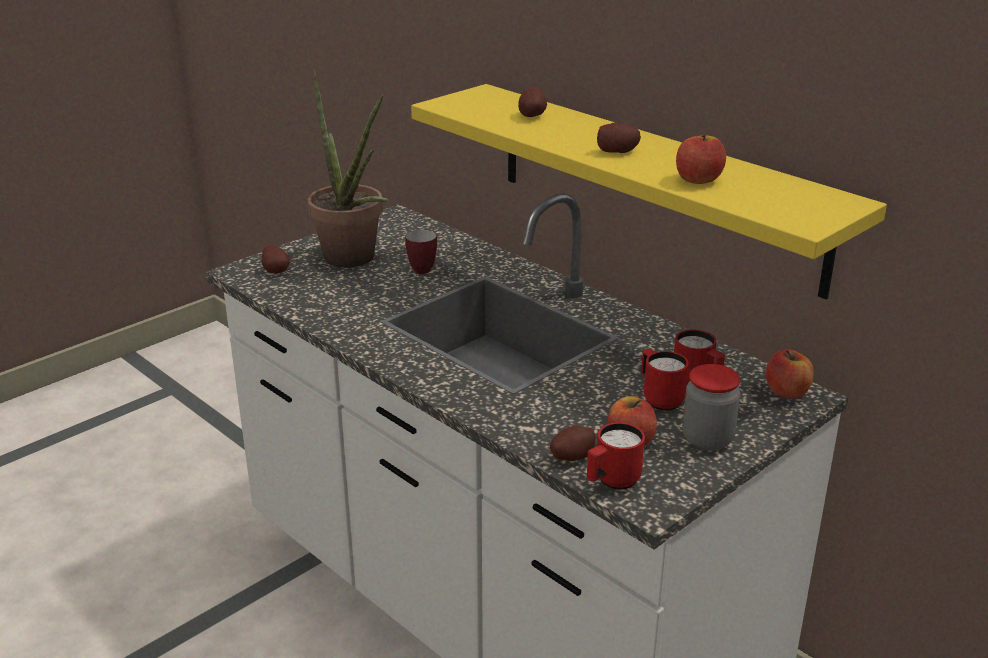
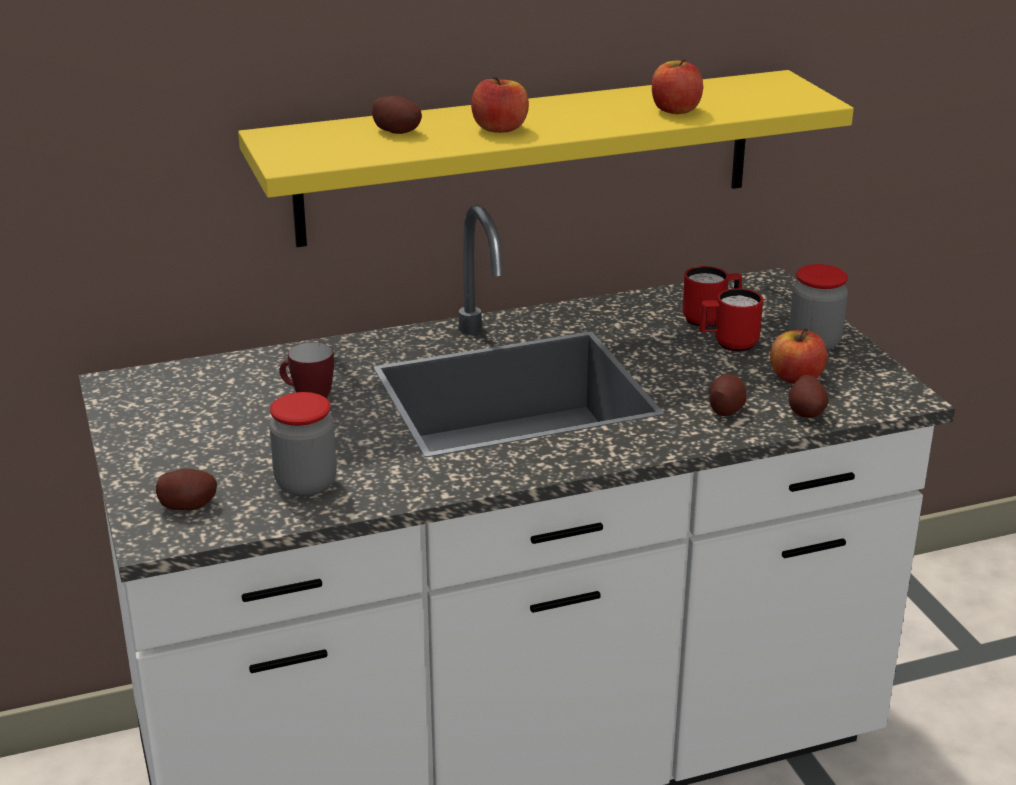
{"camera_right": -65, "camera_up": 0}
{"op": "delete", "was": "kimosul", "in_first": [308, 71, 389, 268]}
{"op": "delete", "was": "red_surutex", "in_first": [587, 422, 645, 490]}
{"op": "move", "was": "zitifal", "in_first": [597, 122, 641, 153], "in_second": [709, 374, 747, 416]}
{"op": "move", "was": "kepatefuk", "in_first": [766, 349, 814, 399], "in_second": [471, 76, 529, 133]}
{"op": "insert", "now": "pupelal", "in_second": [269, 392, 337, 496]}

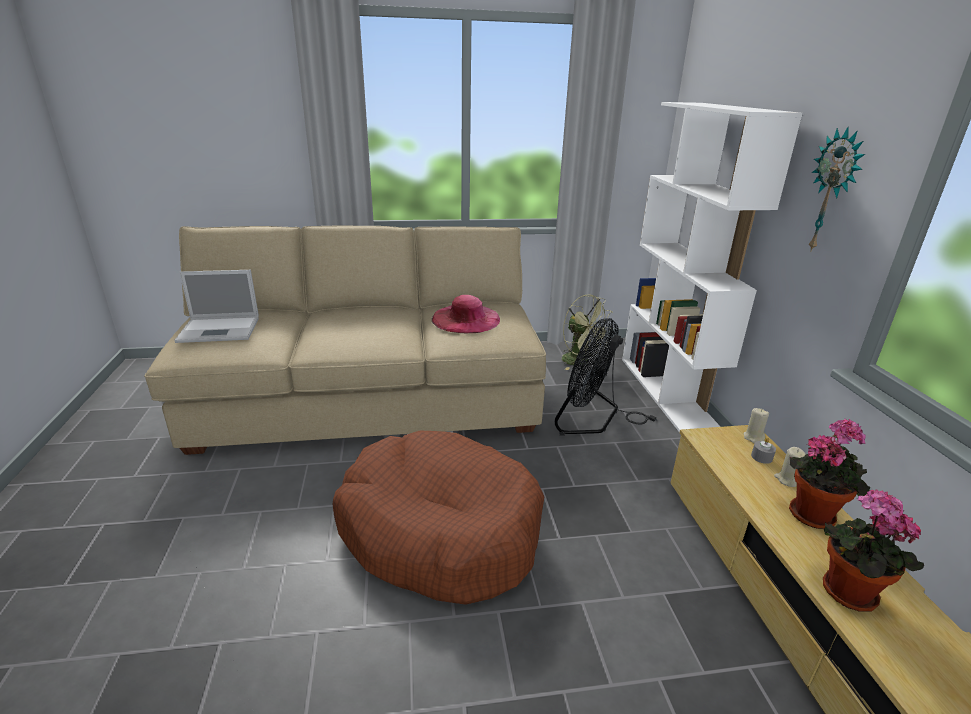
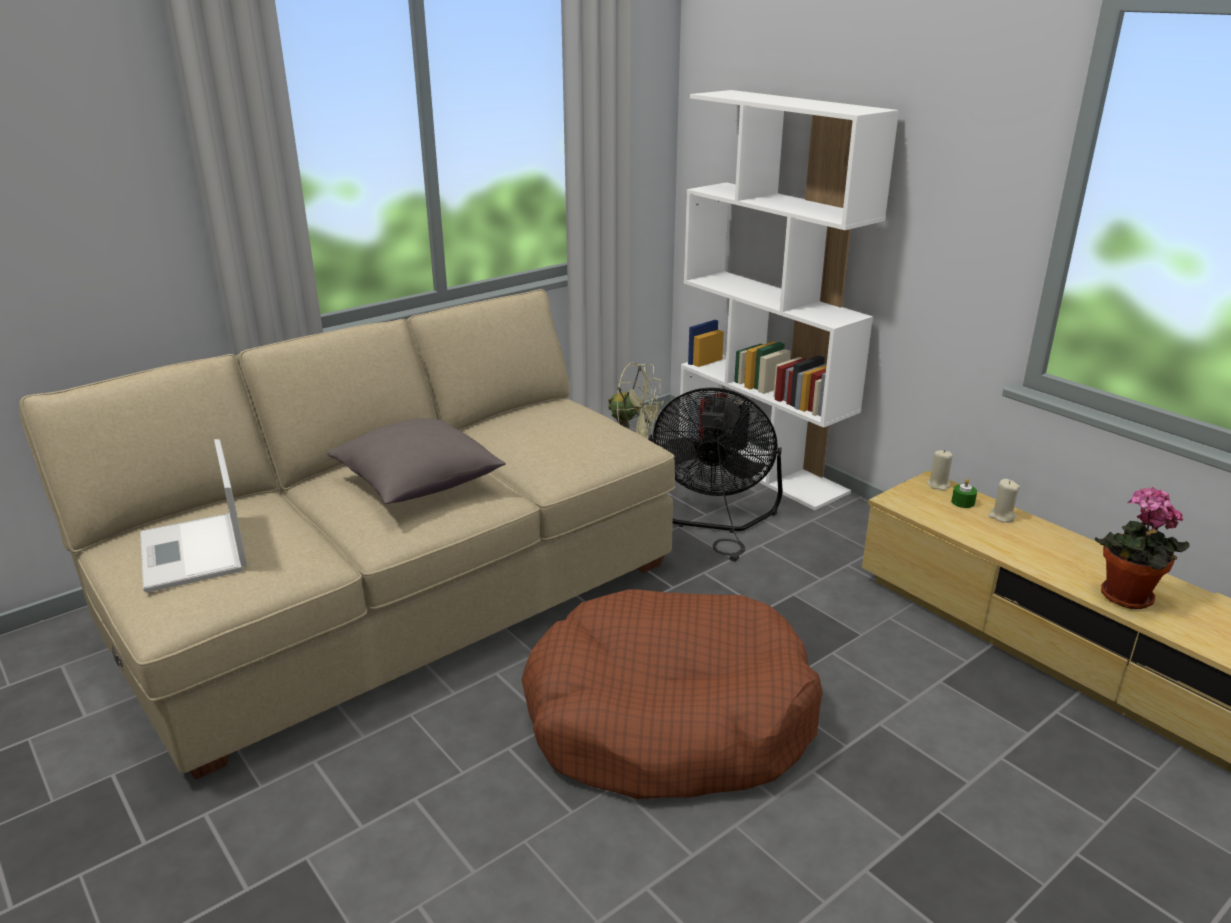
{"camera_right": -30, "camera_up": 0}
{"op": "rotate", "was": "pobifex", "in_first": [174, 270, 259, 343], "in_second": [140, 439, 247, 593], "clockwise": 105}
{"op": "delete", "was": "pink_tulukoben", "in_first": [432, 295, 500, 333]}
{"op": "rotate", "was": "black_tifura", "in_first": [555, 318, 658, 436], "in_second": [648, 388, 783, 562], "clockwise": 105}
{"op": "recolor", "was": "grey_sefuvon", "now": "green_sefuvon", "in_first": [751, 438, 776, 464], "in_second": [951, 479, 977, 508]}
{"op": "delete", "was": "kimosul", "in_first": [789, 419, 870, 529]}
{"op": "delete", "was": "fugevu", "in_first": [809, 126, 865, 252]}
{"op": "insert", "now": "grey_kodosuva", "in_second": [327, 418, 506, 504]}

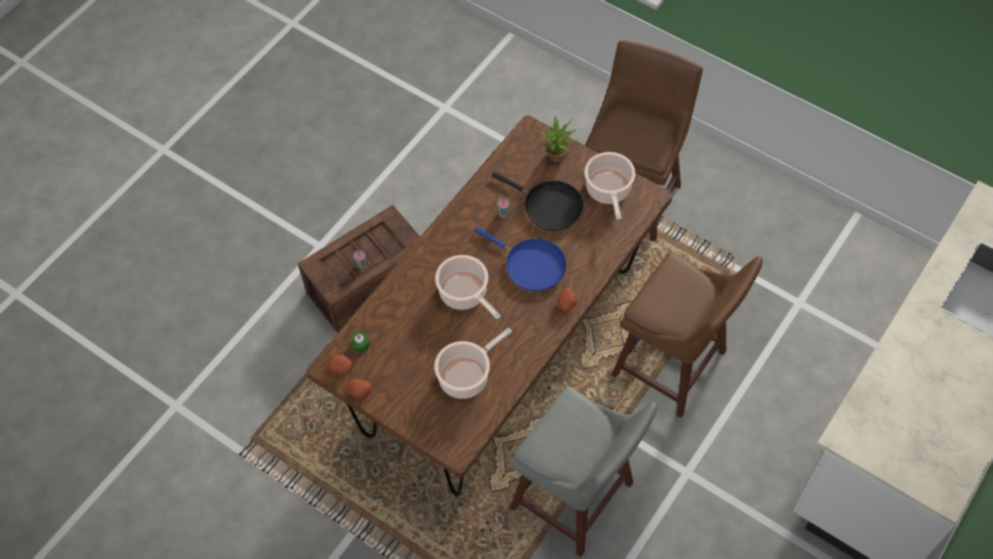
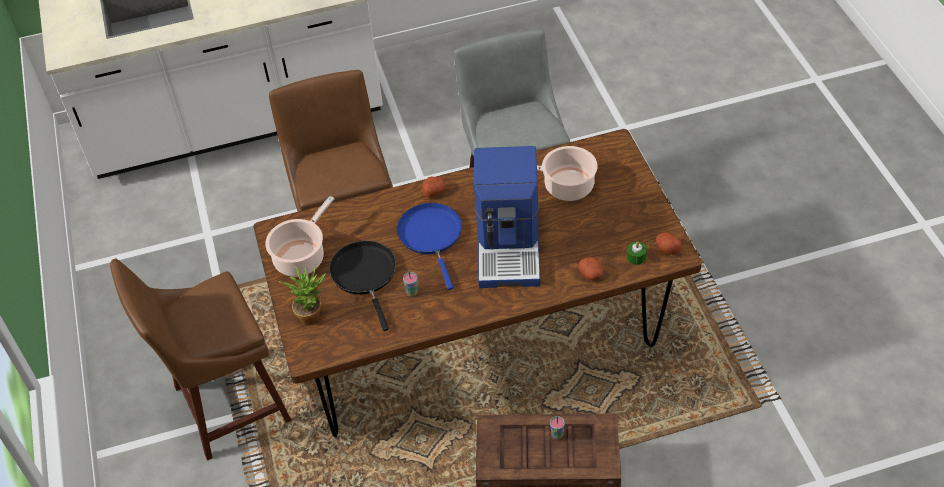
{"camera_right": -140, "camera_up": -10}
{"op": "move", "was": "zitifal", "in_first": [346, 379, 372, 399], "in_second": [578, 257, 603, 281]}
{"op": "replace", "was": "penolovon", "now": "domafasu", "in_first": [435, 255, 501, 320], "in_second": [474, 146, 540, 288]}

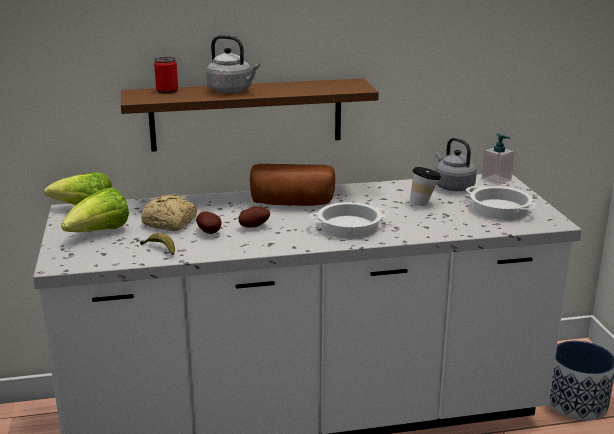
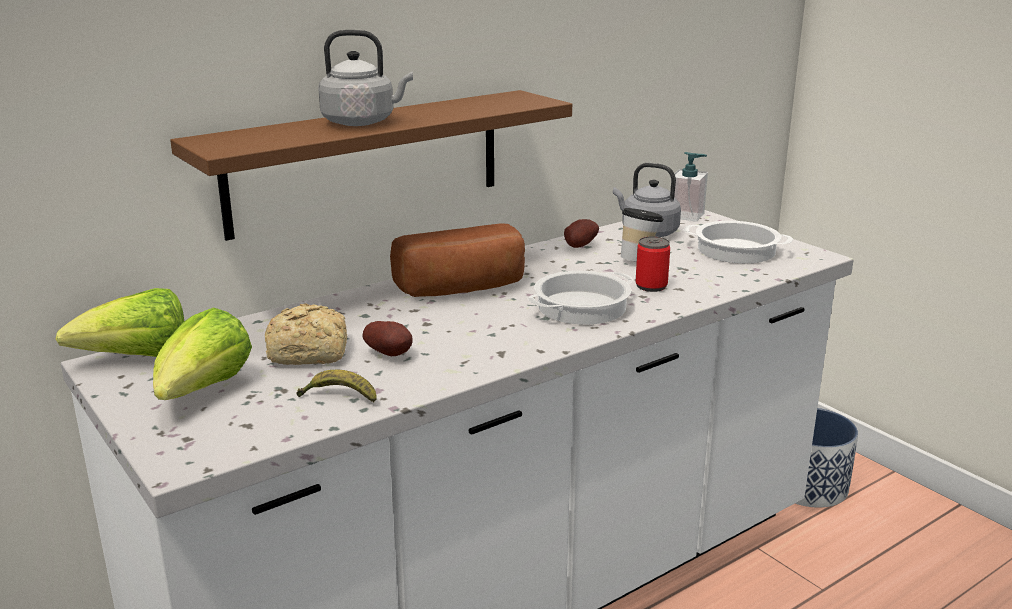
{"camera_right": -25, "camera_up": 0}
{"op": "move", "was": "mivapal", "in_first": [154, 57, 178, 94], "in_second": [636, 236, 670, 292]}
{"op": "move", "was": "zitifal", "in_first": [239, 206, 270, 228], "in_second": [564, 219, 599, 248]}

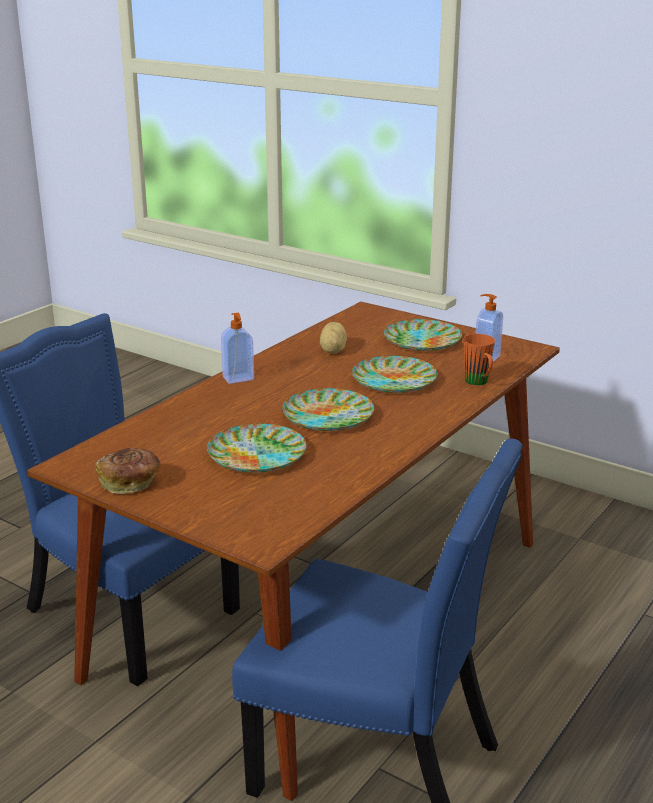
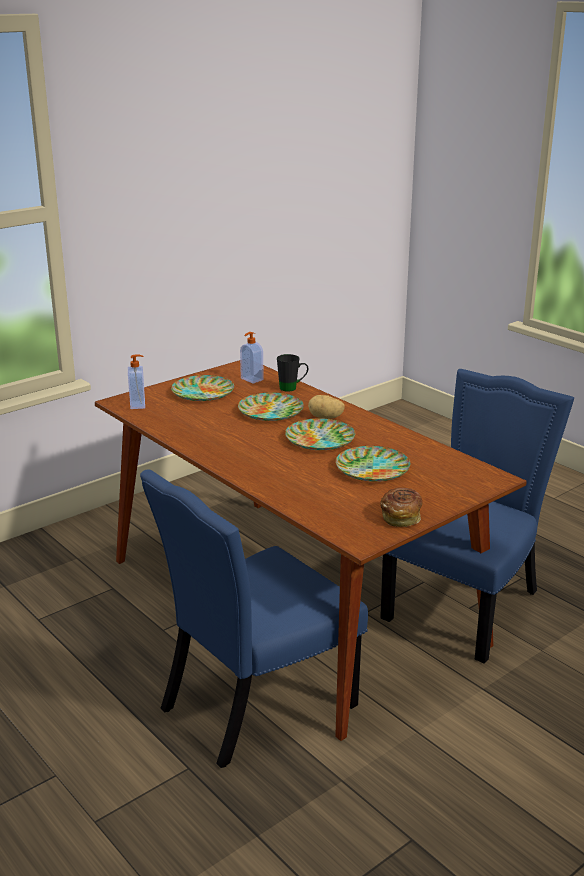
{"camera_right": -75, "camera_up": 0}
{"op": "move", "was": "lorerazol", "in_first": [221, 313, 254, 384], "in_second": [128, 354, 145, 409]}
{"op": "move", "was": "zitifal", "in_first": [320, 322, 347, 353], "in_second": [308, 395, 345, 419]}
{"op": "recolor", "was": "orange_surutex", "now": "black_surutex", "in_first": [464, 334, 495, 385], "in_second": [277, 354, 308, 392]}

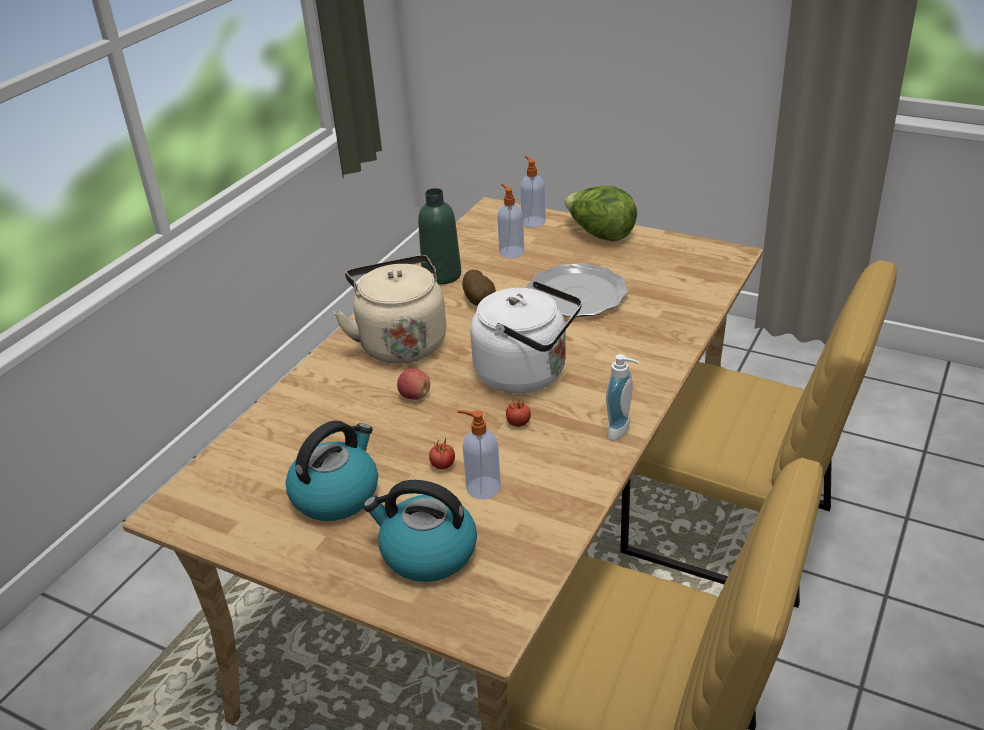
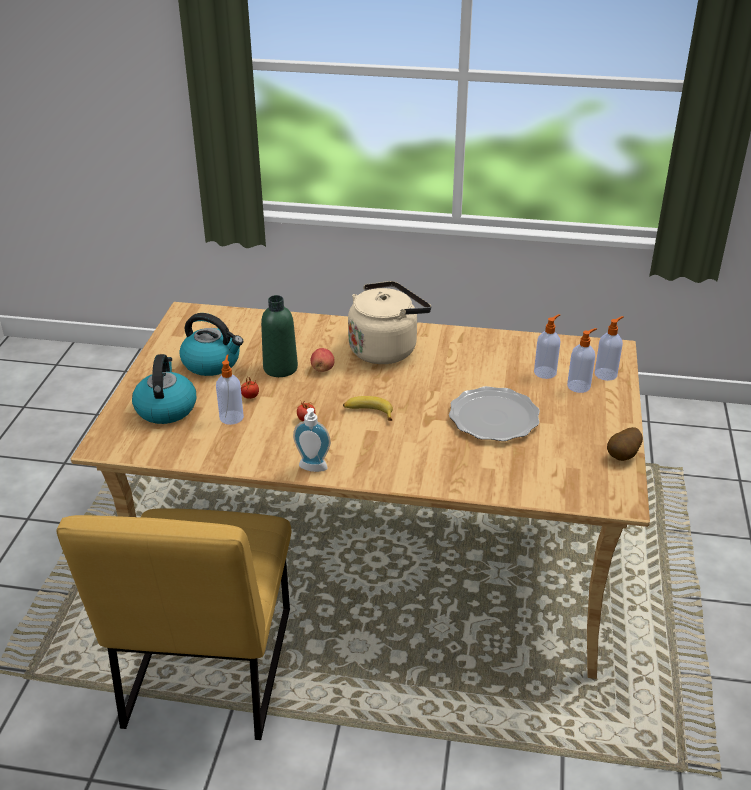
{"camera_right": 70, "camera_up": 0}
{"op": "move", "was": "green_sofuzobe", "in_first": [418, 188, 461, 285], "in_second": [261, 295, 298, 377]}
{"op": "move", "was": "zitifal", "in_first": [462, 270, 496, 306], "in_second": [607, 427, 643, 461]}
{"op": "replace", "was": "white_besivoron", "now": "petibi", "in_first": [470, 281, 582, 393], "in_second": [343, 396, 393, 421]}
{"op": "delete", "was": "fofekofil", "in_first": [565, 186, 637, 242]}
{"op": "delete", "was": "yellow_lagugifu", "in_first": [621, 260, 897, 608]}
{"op": "insert", "now": "lorerazol", "in_second": [567, 328, 597, 393]}

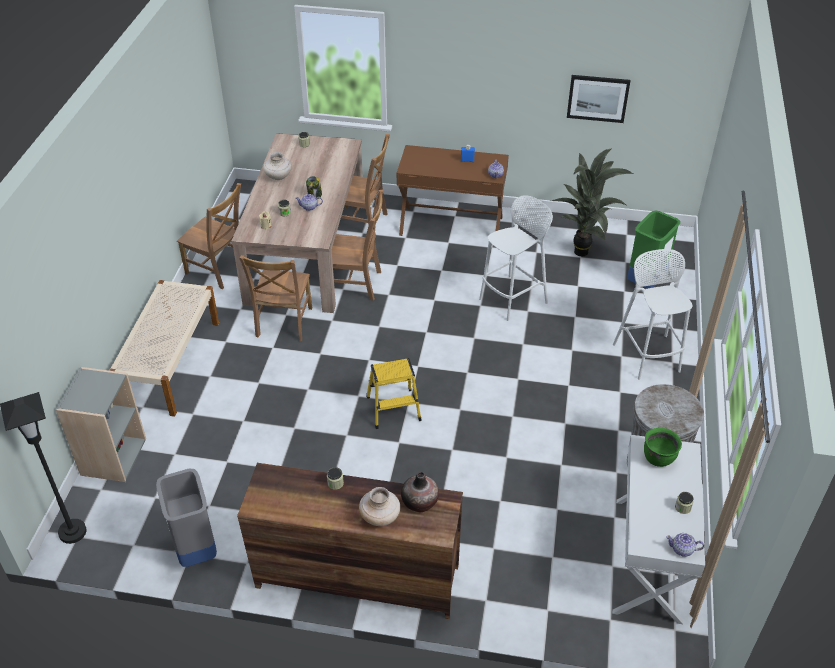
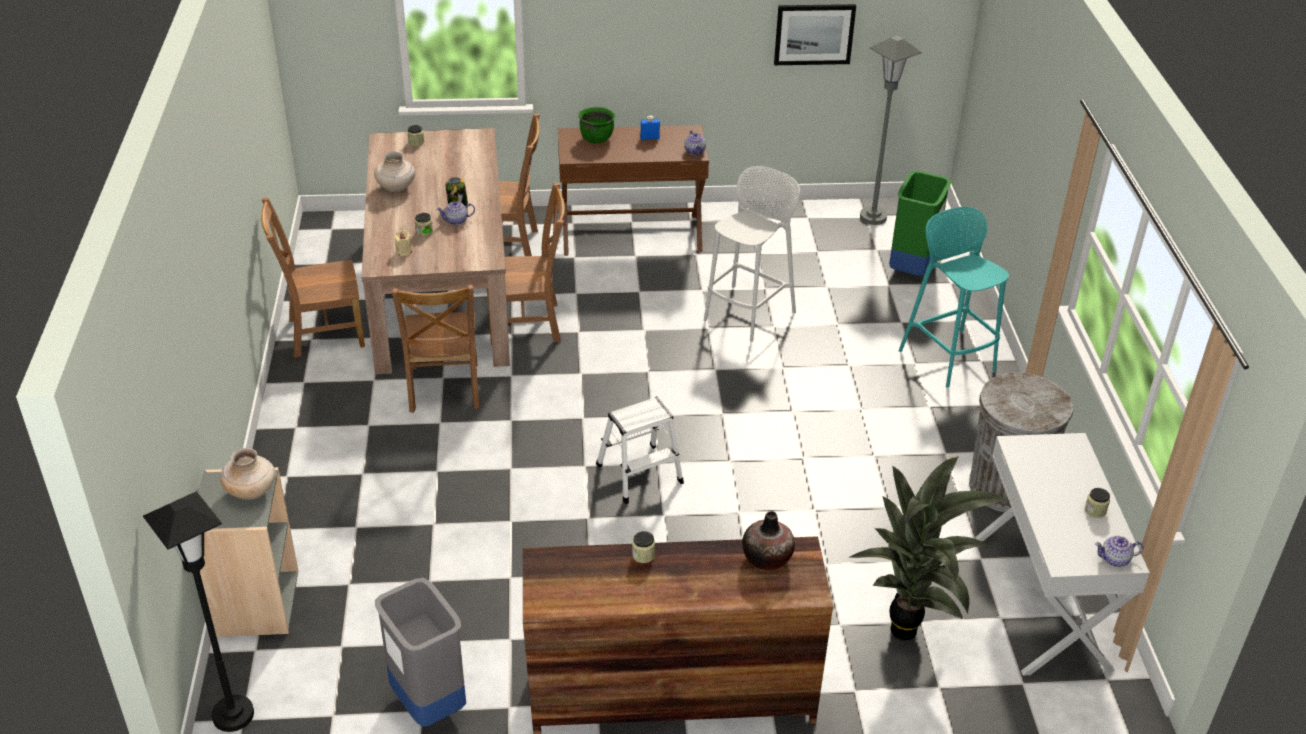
{"camera_right": -15, "camera_up": -5}
{"op": "delete", "was": "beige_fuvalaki", "in_first": [109, 280, 219, 417]}
{"op": "rotate", "was": "brown_lagugifu", "in_first": [177, 183, 241, 289], "in_second": [261, 198, 365, 358], "clockwise": 150}
{"op": "move", "was": "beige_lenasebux", "in_first": [359, 487, 400, 526], "in_second": [220, 448, 275, 500]}
{"op": "recolor", "was": "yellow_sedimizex", "now": "white_sedimizex", "in_first": [366, 358, 422, 429], "in_second": [596, 396, 684, 504]}
{"op": "move", "was": "kimosul", "in_first": [552, 149, 633, 256], "in_second": [850, 456, 1009, 640]}
{"op": "recolor", "was": "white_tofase", "now": "turquoise_tofase", "in_first": [613, 249, 692, 379], "in_second": [899, 207, 1009, 388]}
{"op": "move", "was": "green_penolovon", "in_first": [644, 428, 682, 467], "in_second": [579, 107, 615, 143]}
{"op": "insert", "now": "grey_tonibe", "in_second": [860, 36, 922, 225]}

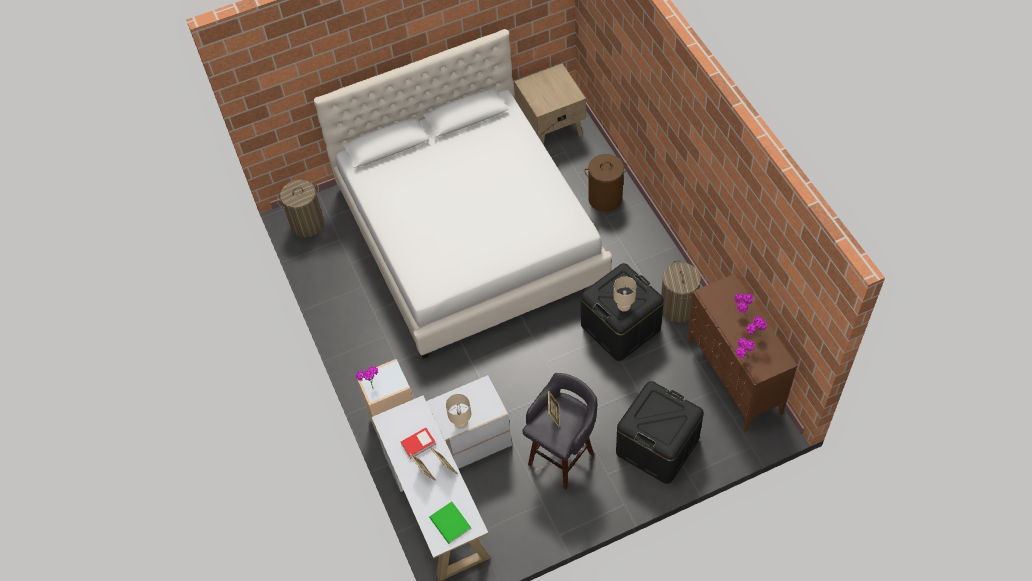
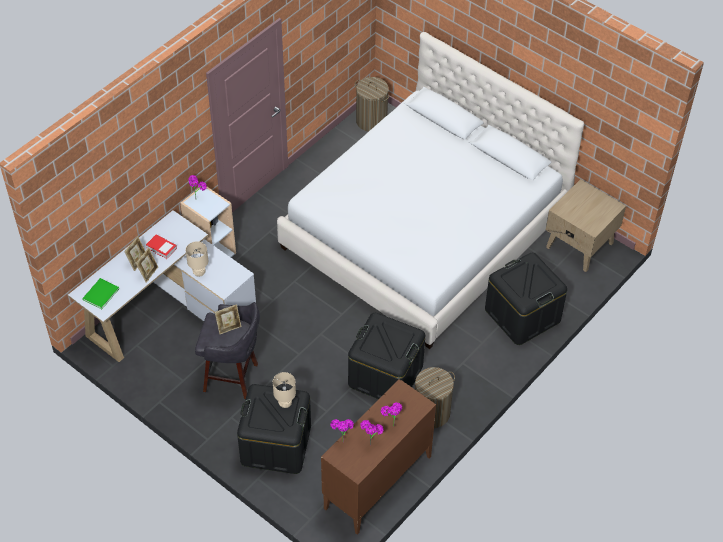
{"camera_right": 60, "camera_up": -5}
{"op": "replace", "was": "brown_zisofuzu", "now": "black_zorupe", "in_first": [584, 154, 628, 212], "in_second": [485, 253, 567, 345]}
{"op": "move", "was": "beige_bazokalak", "in_first": [613, 276, 636, 311], "in_second": [273, 372, 296, 408]}

